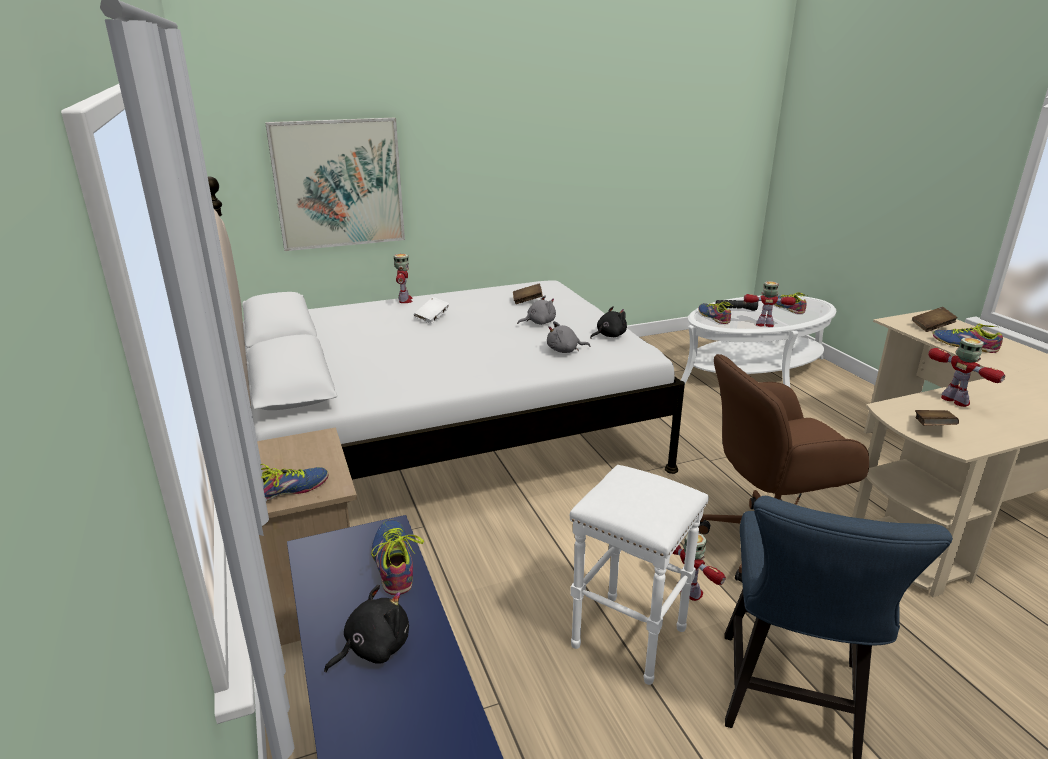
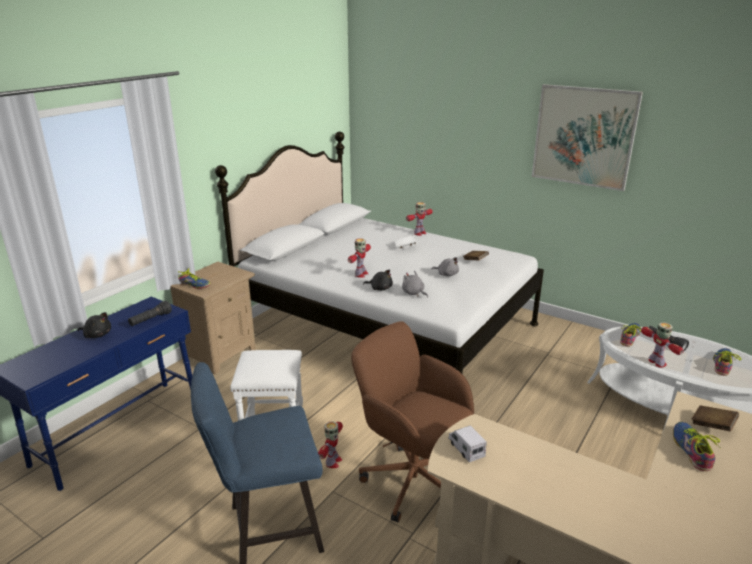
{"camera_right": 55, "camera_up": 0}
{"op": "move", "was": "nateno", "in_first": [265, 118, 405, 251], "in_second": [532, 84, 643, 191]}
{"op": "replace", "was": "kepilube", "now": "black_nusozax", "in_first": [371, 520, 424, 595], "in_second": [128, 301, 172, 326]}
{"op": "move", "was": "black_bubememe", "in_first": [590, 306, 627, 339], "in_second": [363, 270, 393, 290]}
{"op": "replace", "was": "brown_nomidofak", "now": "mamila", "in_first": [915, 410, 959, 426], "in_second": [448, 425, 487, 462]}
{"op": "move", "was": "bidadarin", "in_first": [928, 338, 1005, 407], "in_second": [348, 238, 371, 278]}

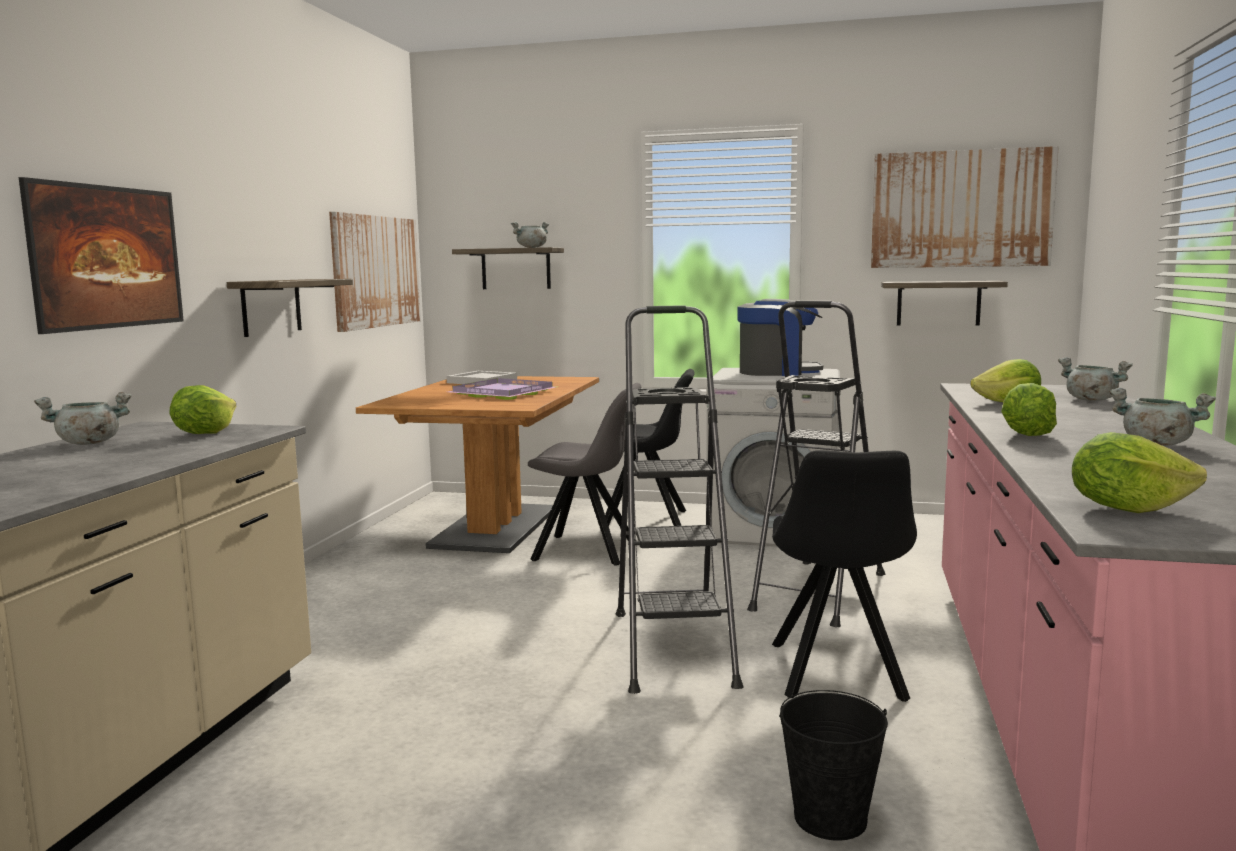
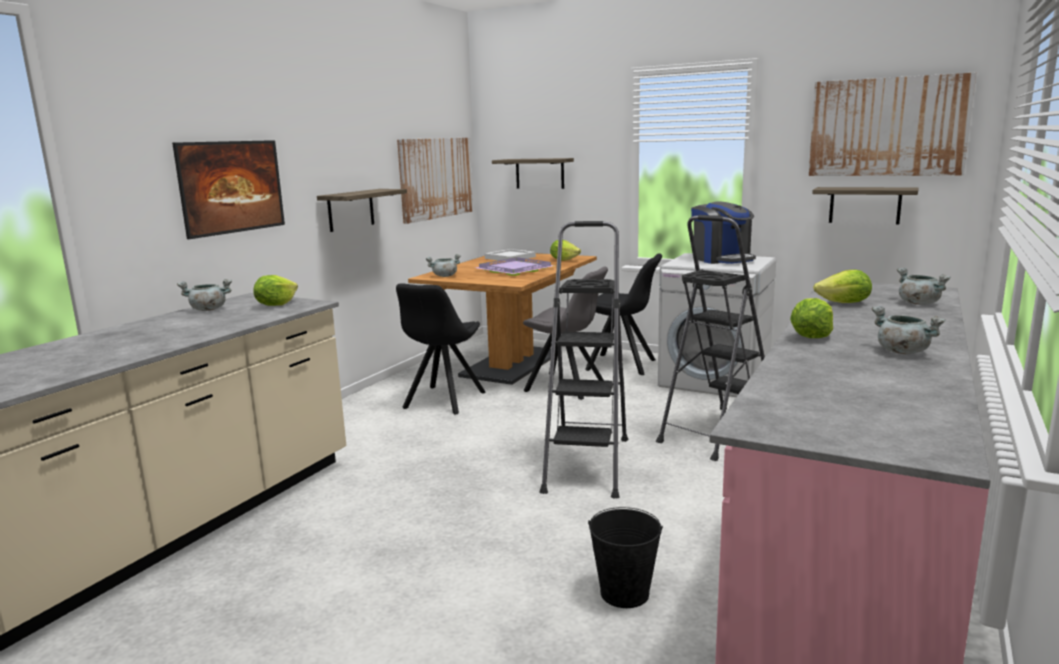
{"camera_right": 15, "camera_up": 5}
{"op": "move", "was": "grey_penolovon", "in_first": [511, 221, 549, 248], "in_second": [426, 254, 461, 277]}
{"op": "rotate", "was": "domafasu", "in_first": [738, 299, 823, 376], "in_second": [691, 201, 756, 264], "clockwise": 45}
{"op": "move", "was": "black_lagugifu", "in_first": [772, 450, 917, 702], "in_second": [396, 283, 486, 415]}
{"op": "move", "was": "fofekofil", "in_first": [1072, 432, 1207, 513], "in_second": [550, 240, 581, 261]}

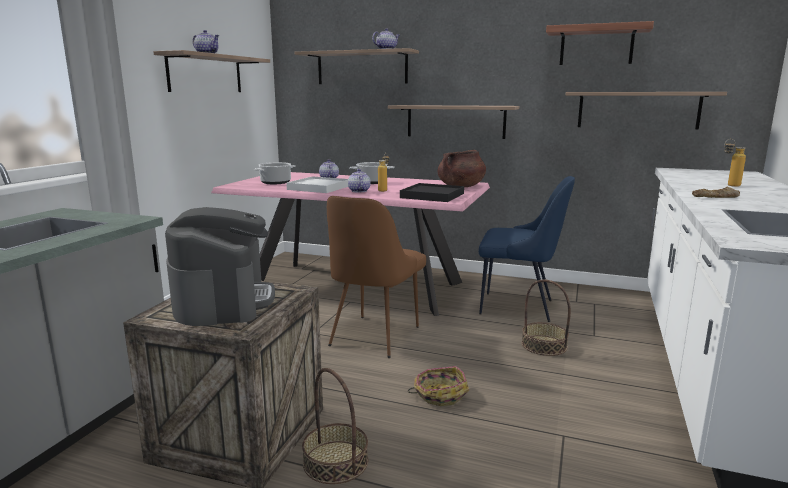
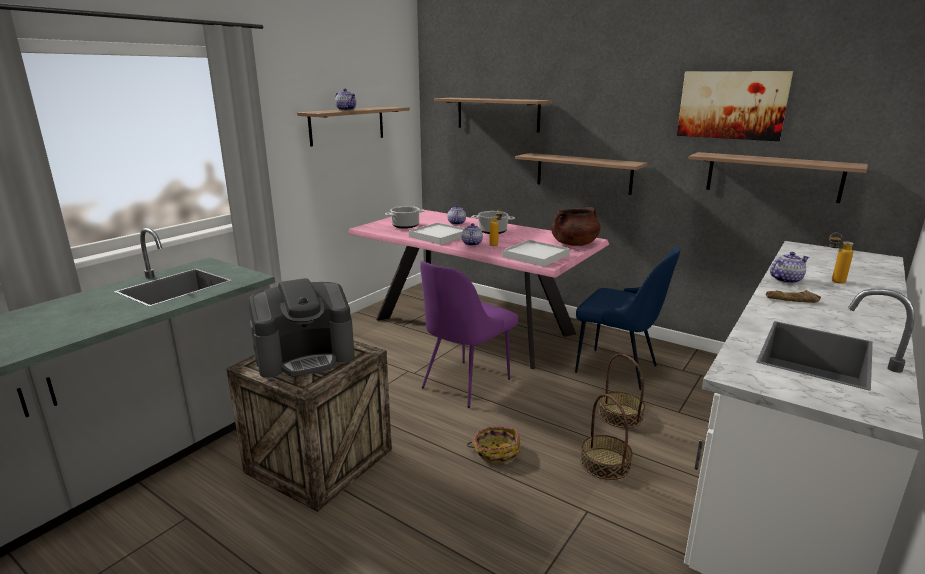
{"camera_right": 15, "camera_up": 5}
{"op": "rotate", "was": "domafasu", "in_first": [165, 207, 275, 326], "in_second": [249, 278, 355, 378], "clockwise": 60}
{"op": "move", "was": "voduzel", "in_first": [302, 368, 368, 484], "in_second": [580, 394, 633, 480]}
{"op": "recolor", "was": "brown_lagugifu", "now": "purple_lagugifu", "in_first": [327, 196, 426, 358], "in_second": [420, 261, 518, 408]}
{"op": "move", "was": "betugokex", "in_first": [372, 28, 400, 49], "in_second": [770, 252, 809, 284]}
{"op": "recolor", "was": "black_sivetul", "now": "white_sivetul", "in_first": [400, 183, 464, 202], "in_second": [502, 240, 570, 267]}
{"op": "replace", "was": "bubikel", "now": "nateno", "in_first": [546, 21, 654, 65], "in_second": [677, 71, 793, 141]}

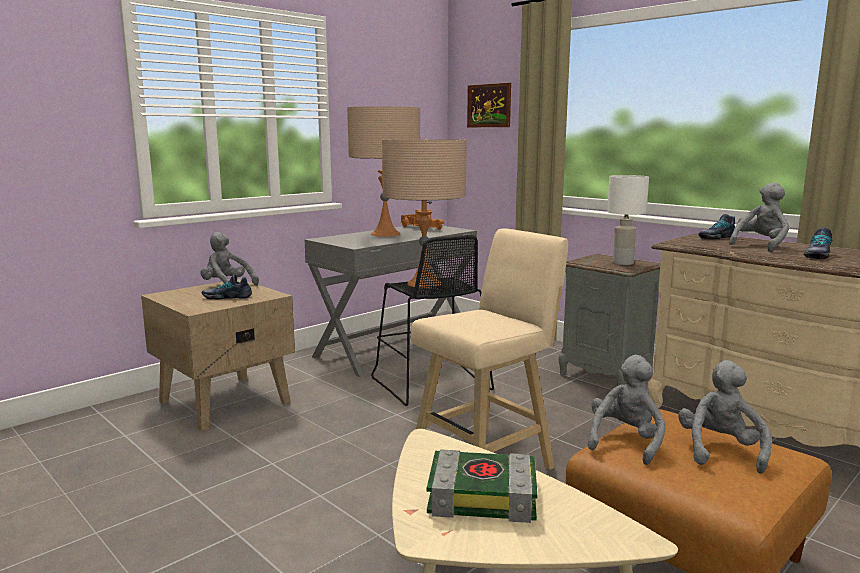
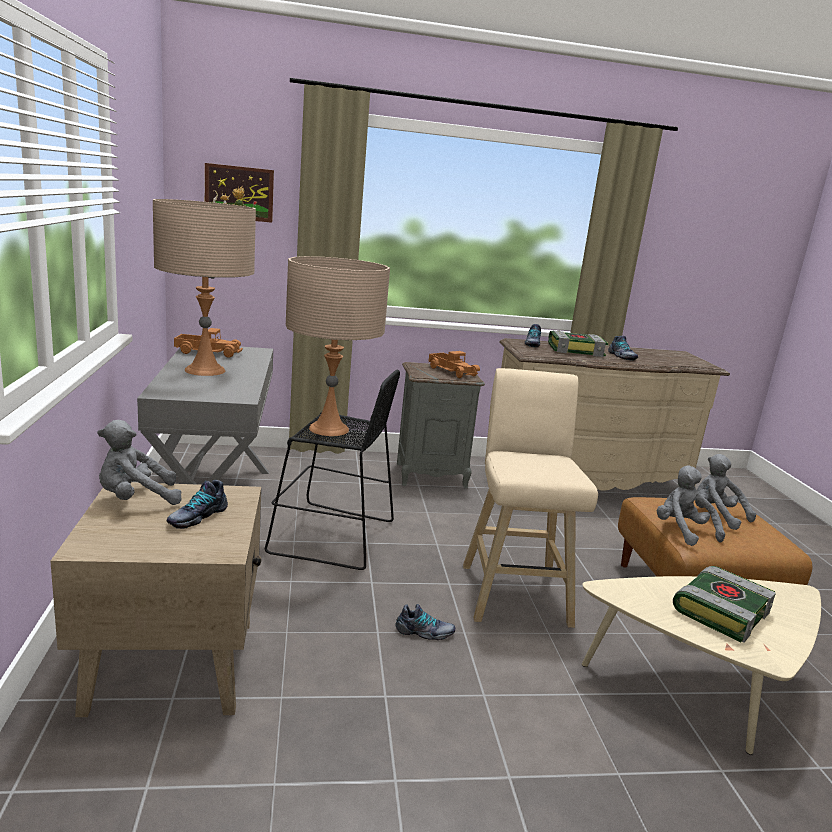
{"camera_right": -55, "camera_up": 5}
{"op": "replace", "was": "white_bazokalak", "now": "mamila", "in_first": [607, 175, 649, 265], "in_second": [429, 351, 480, 378]}
{"op": "replace", "was": "grey_bubememe", "now": "nomidofak", "in_first": [729, 183, 790, 252], "in_second": [548, 331, 608, 357]}
{"op": "insert", "now": "kepilube", "in_second": [396, 604, 455, 640]}

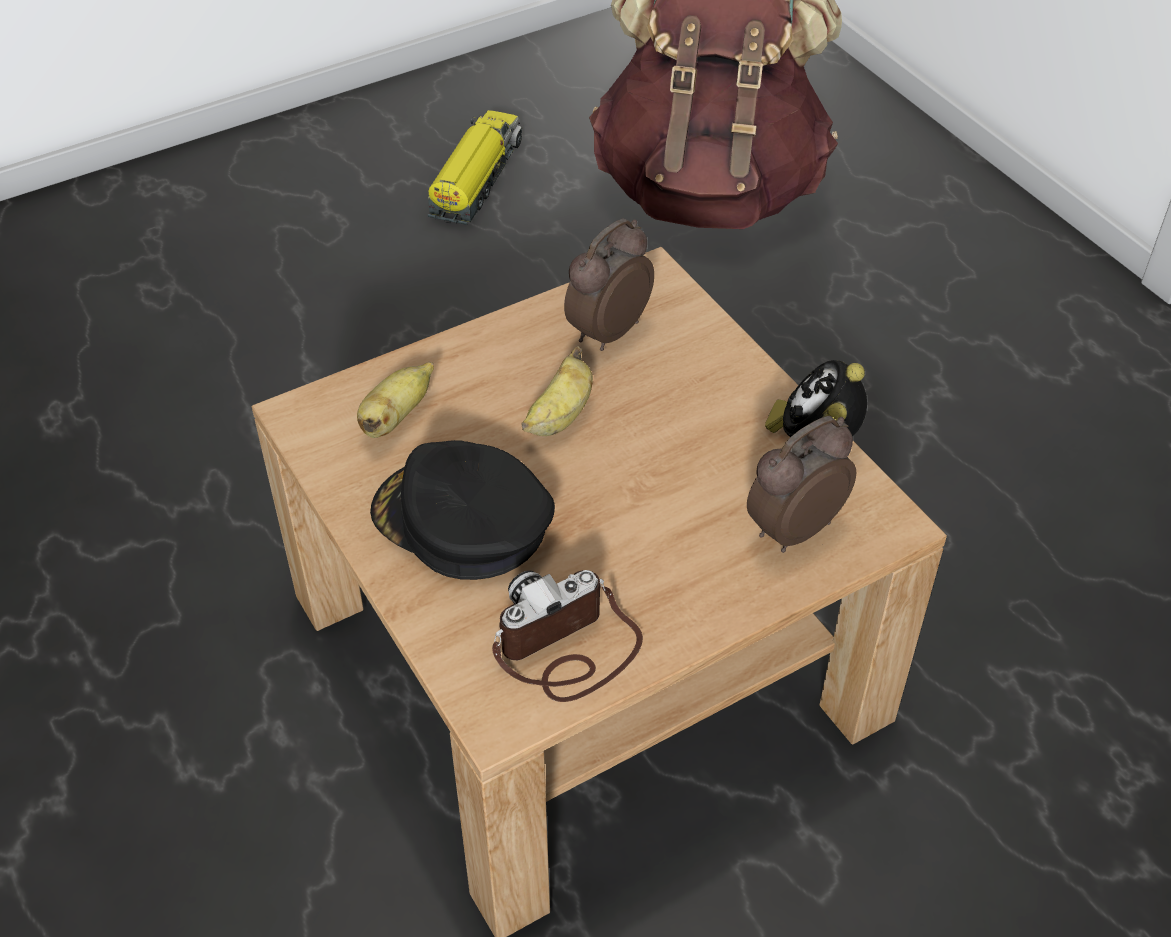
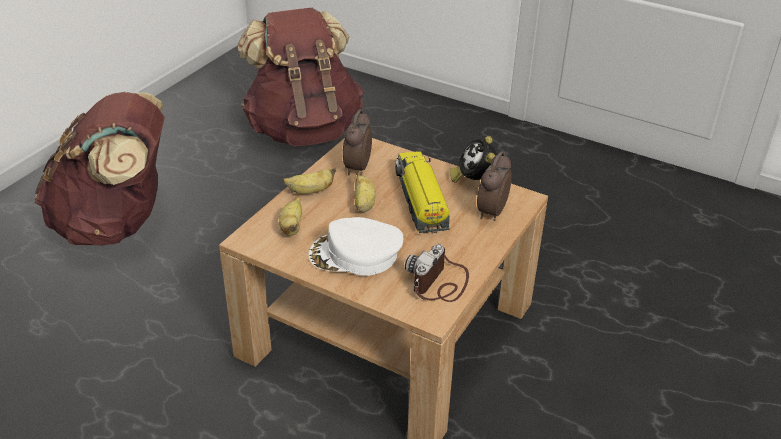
{"camera_right": -30, "camera_up": -10}
{"op": "recolor", "was": "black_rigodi", "now": "white_rigodi", "in_first": [370, 440, 555, 580], "in_second": [308, 217, 403, 276]}
{"op": "move", "was": "mamila", "in_first": [428, 110, 523, 225], "in_second": [395, 151, 450, 233]}
{"op": "insert", "now": "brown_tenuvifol", "in_second": [35, 92, 165, 245]}
{"op": "insert", "now": "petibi", "in_second": [283, 168, 336, 194]}

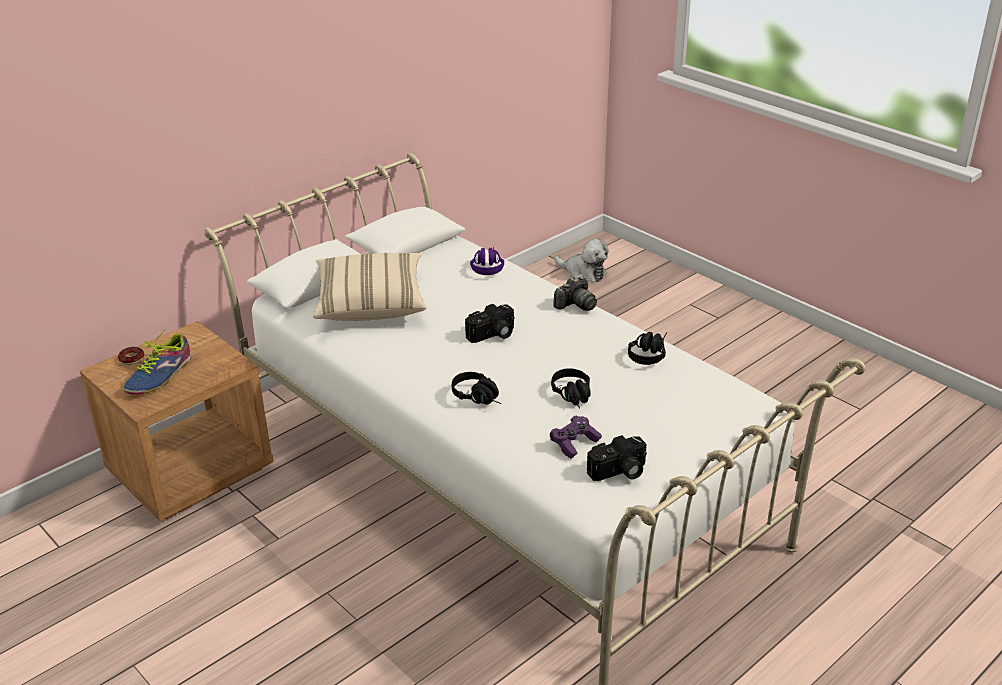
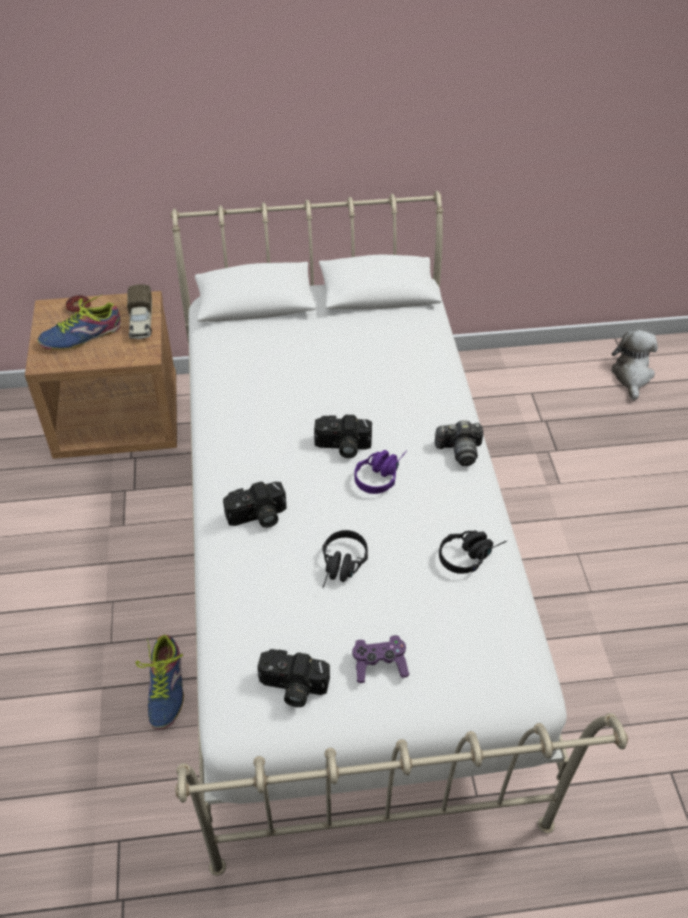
{"camera_right": 35, "camera_up": 15}
{"op": "delete", "was": "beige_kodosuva", "in_first": [313, 253, 427, 321]}
{"op": "replace", "was": "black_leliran", "now": "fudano", "in_first": [452, 372, 502, 404], "in_second": [223, 481, 286, 528]}
{"op": "move", "was": "purple_leliran", "in_first": [470, 246, 504, 275], "in_second": [354, 450, 407, 494]}
{"op": "move", "was": "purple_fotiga", "in_first": [550, 416, 602, 458], "in_second": [352, 635, 409, 683]}
{"op": "rotate", "was": "bubememe", "in_first": [554, 239, 609, 283], "in_second": [611, 330, 658, 400], "clockwise": -150}
{"op": "insert", "now": "mamila", "in_second": [127, 284, 152, 339]}
{"op": "insert", "now": "kepilube", "in_second": [135, 635, 184, 729]}

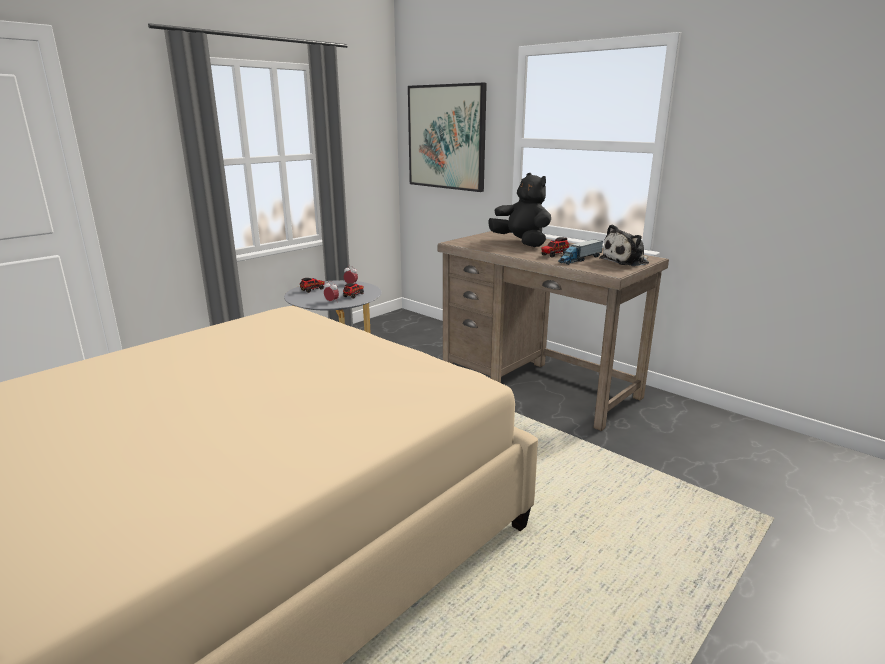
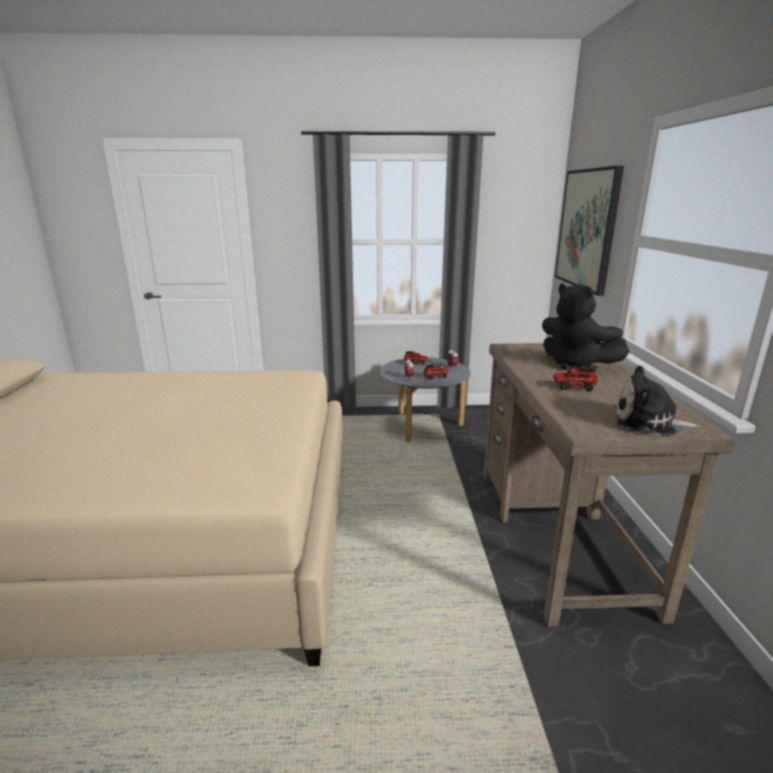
{"camera_right": 45, "camera_up": 0}
{"op": "rotate", "was": "black_bubememe", "in_first": [489, 173, 551, 247], "in_second": [542, 284, 630, 370], "clockwise": 135}
{"op": "delete", "was": "mamila", "in_first": [558, 239, 603, 265]}

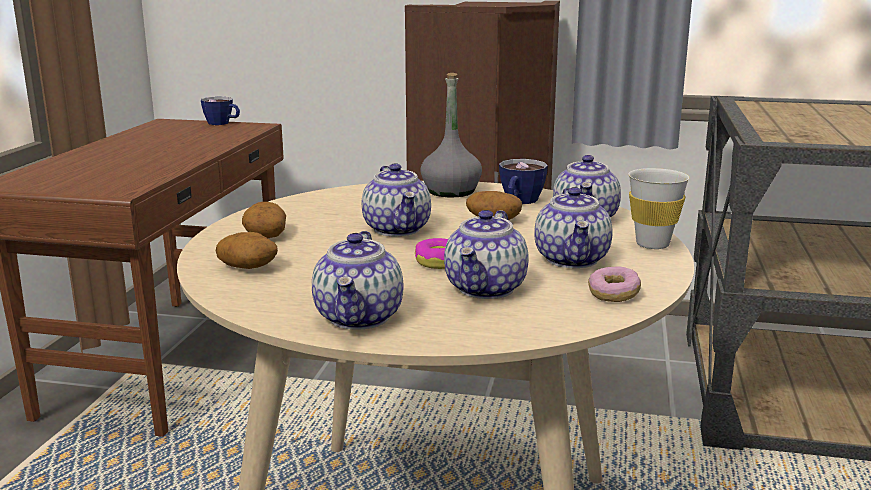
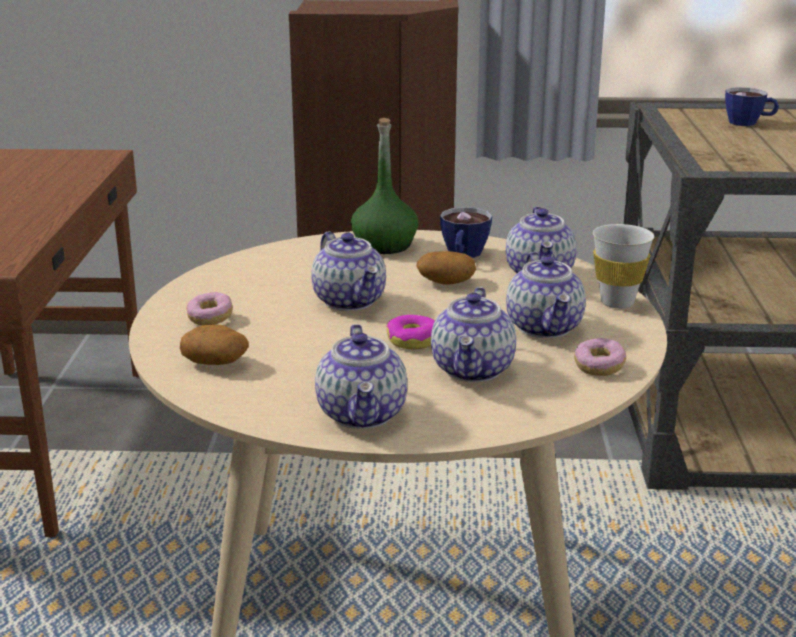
{"camera_right": -10, "camera_up": 5}
{"op": "move", "was": "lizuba", "in_first": [201, 97, 240, 125], "in_second": [725, 87, 779, 126]}
{"op": "replace", "was": "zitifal", "now": "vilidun", "in_first": [242, 202, 286, 238], "in_second": [186, 292, 233, 325]}
{"op": "recolor", "was": "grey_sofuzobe", "now": "green_sofuzobe", "in_first": [420, 73, 482, 197], "in_second": [351, 118, 419, 254]}

